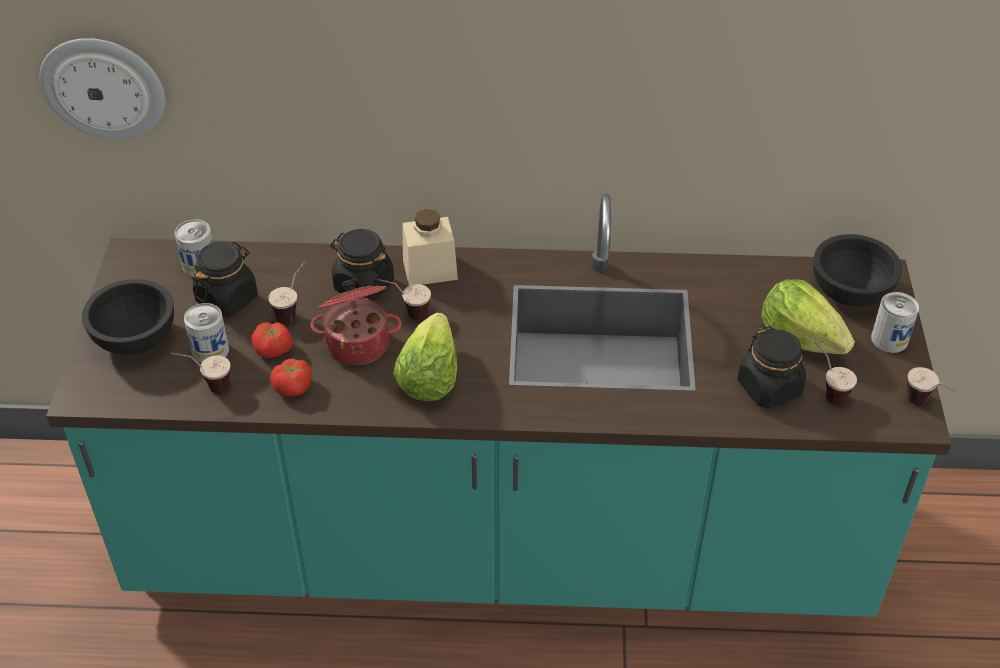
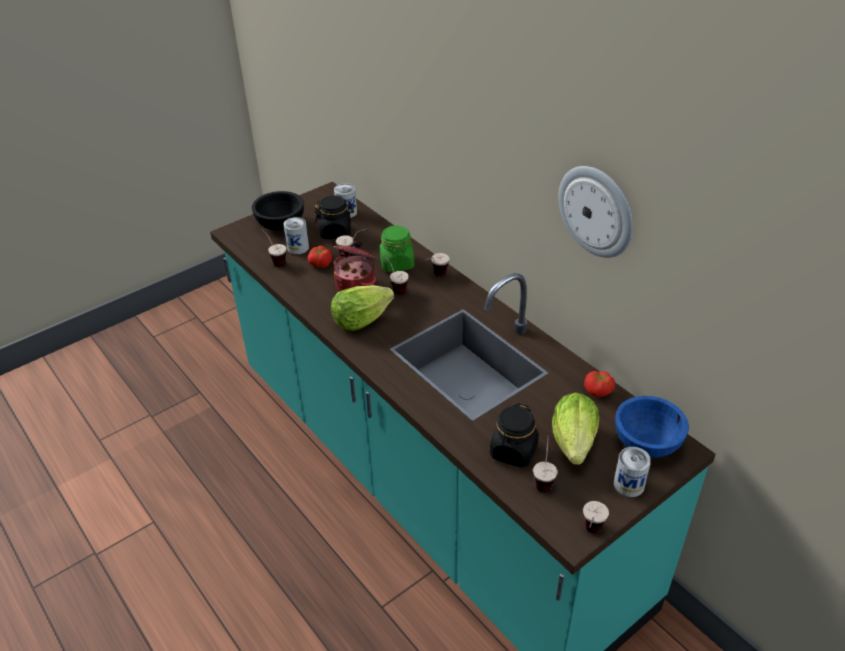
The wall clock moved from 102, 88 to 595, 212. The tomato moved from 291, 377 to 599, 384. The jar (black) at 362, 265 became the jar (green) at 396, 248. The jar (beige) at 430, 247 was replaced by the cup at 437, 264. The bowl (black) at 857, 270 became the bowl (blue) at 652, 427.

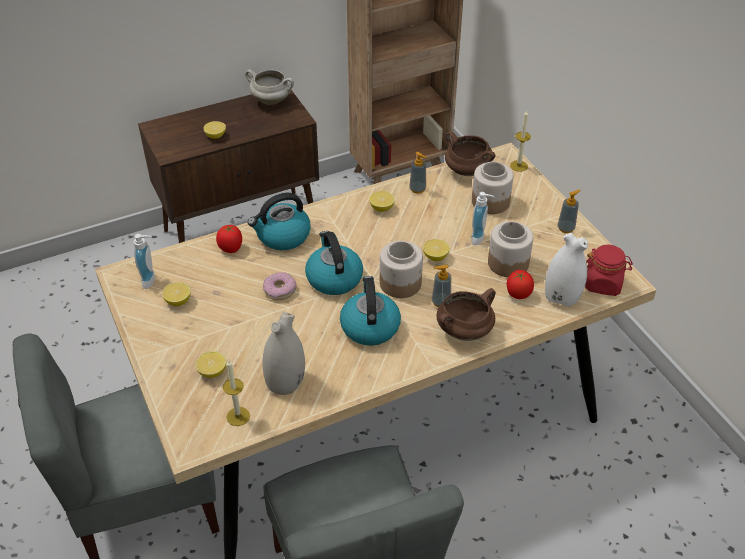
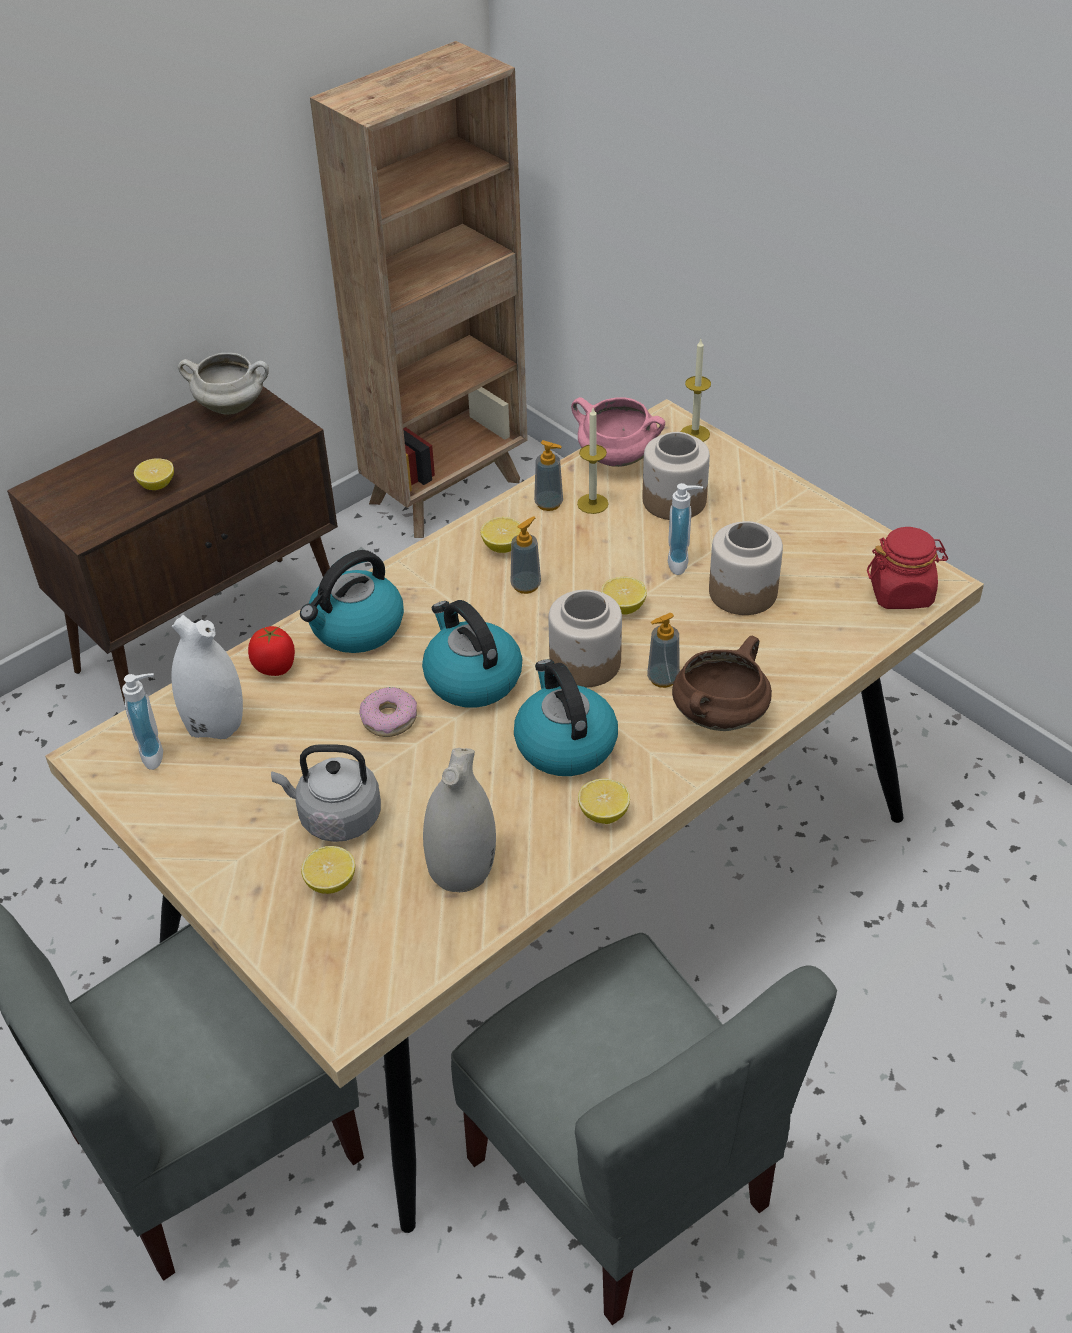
The lemon moved from 176, 294 to 604, 801. The candle moved from 236, 392 to 593, 461. The cooking pot (brown) at 470, 153 became the cooking pot (pink) at 618, 432. The tomato at 520, 284 disappeared. The vase (white) moved from 566, 269 to 207, 677. The soap dispenser moved from 569, 211 to 526, 555. The kettle (grey) at 326, 793 appeared.

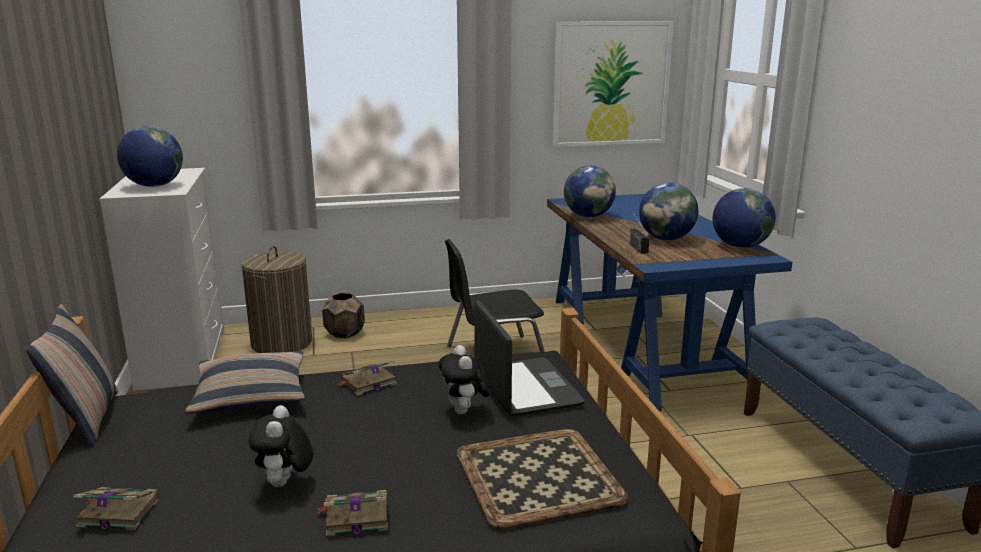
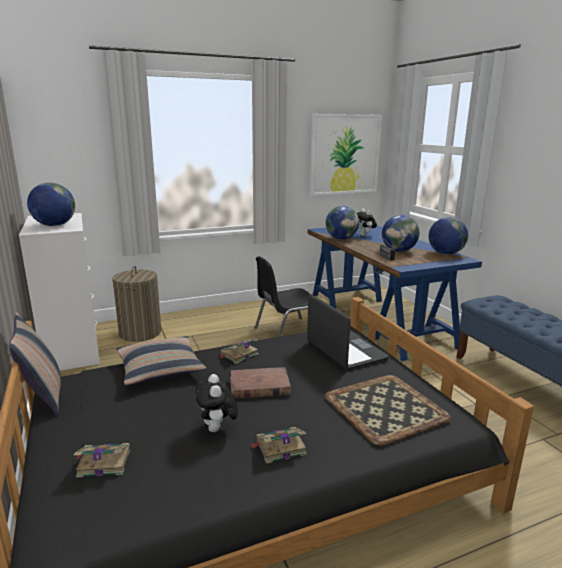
The planter (brown) at 343, 315 disappeared. The plush toy moved from 464, 379 to 367, 222. The book (brown) at 260, 383 appeared.

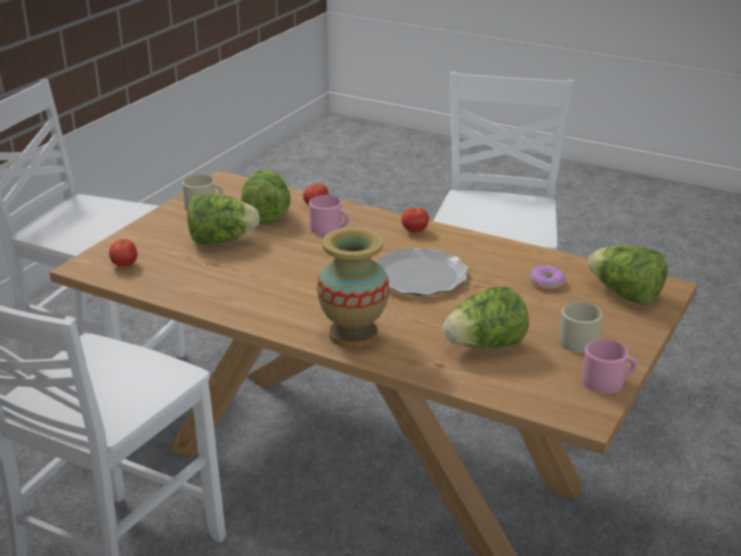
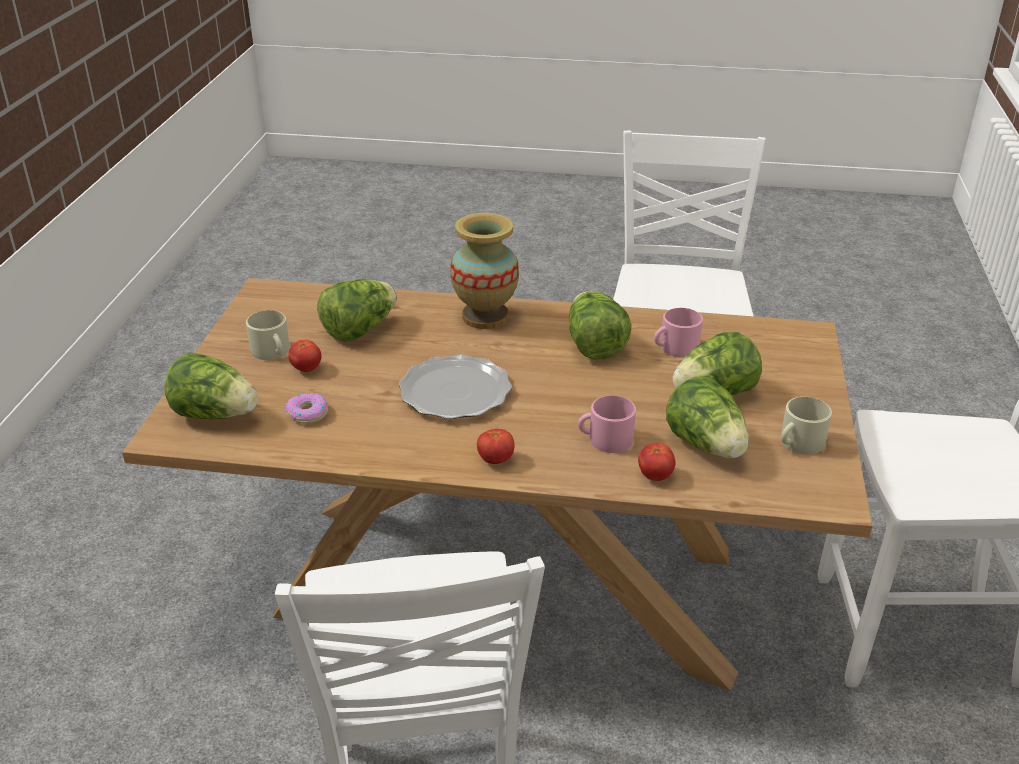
The tomato moved from 123, 253 to 305, 356. The mug (pink) moved from 609, 366 to 678, 333. The lettuce at 600, 325 appeared.

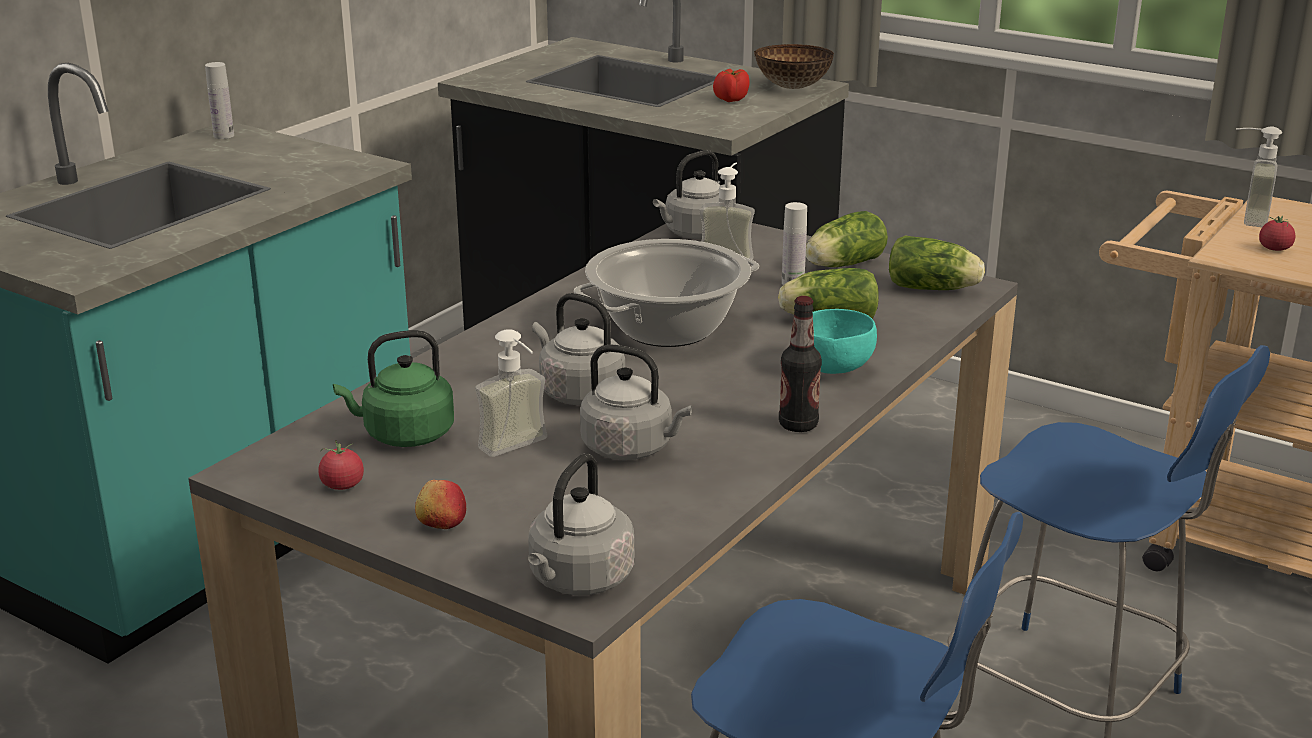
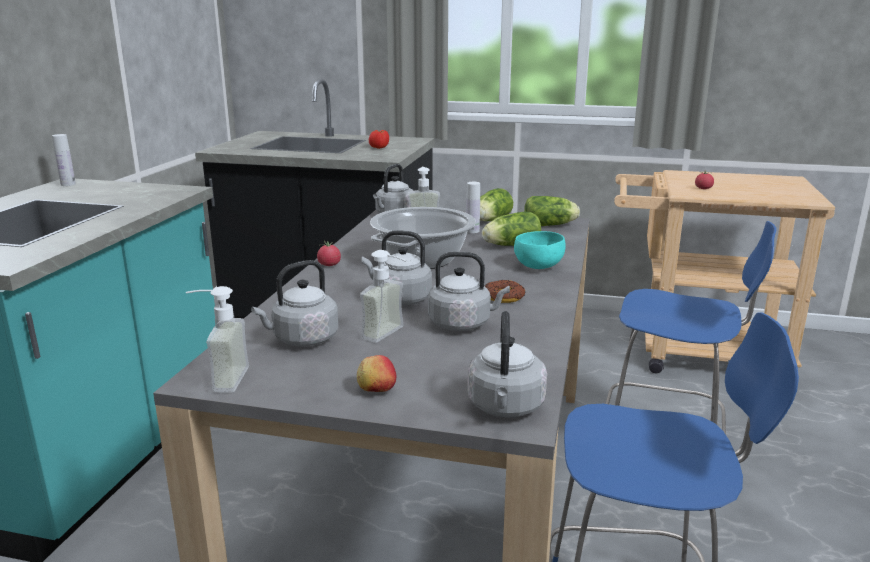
The tomato moved from 341, 465 to 329, 253. The kettle (green) at 393, 388 became the kettle (grey) at 294, 303. The bowl at 794, 66 disappeared. The bottle at 800, 364 disappeared. The soap dispenser moved from 1259, 176 to 217, 339. The donut at 505, 291 appeared.

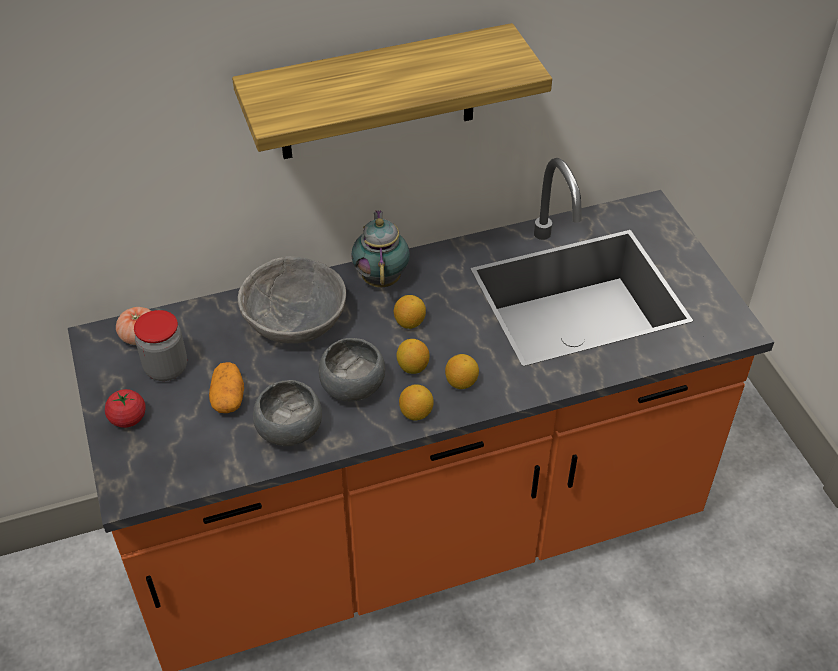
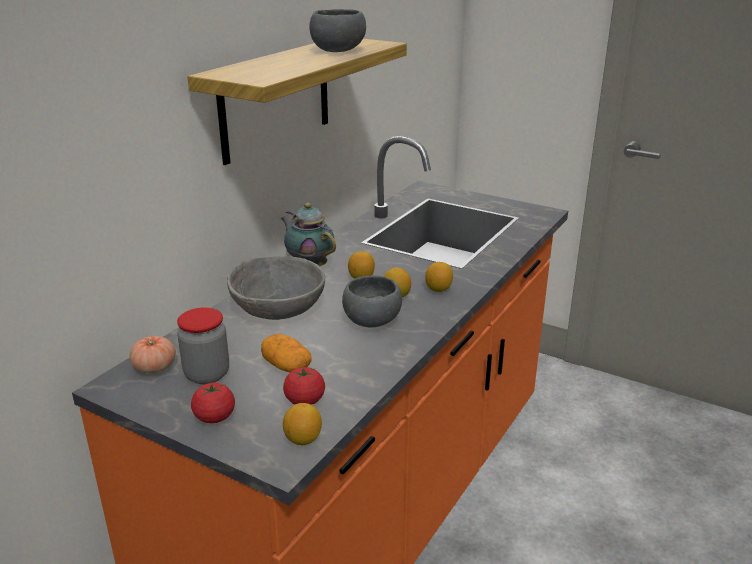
The bowl (grey) moved from 287, 413 to 337, 30. The lemon moved from 416, 402 to 302, 424. The tomato at 304, 386 appeared.

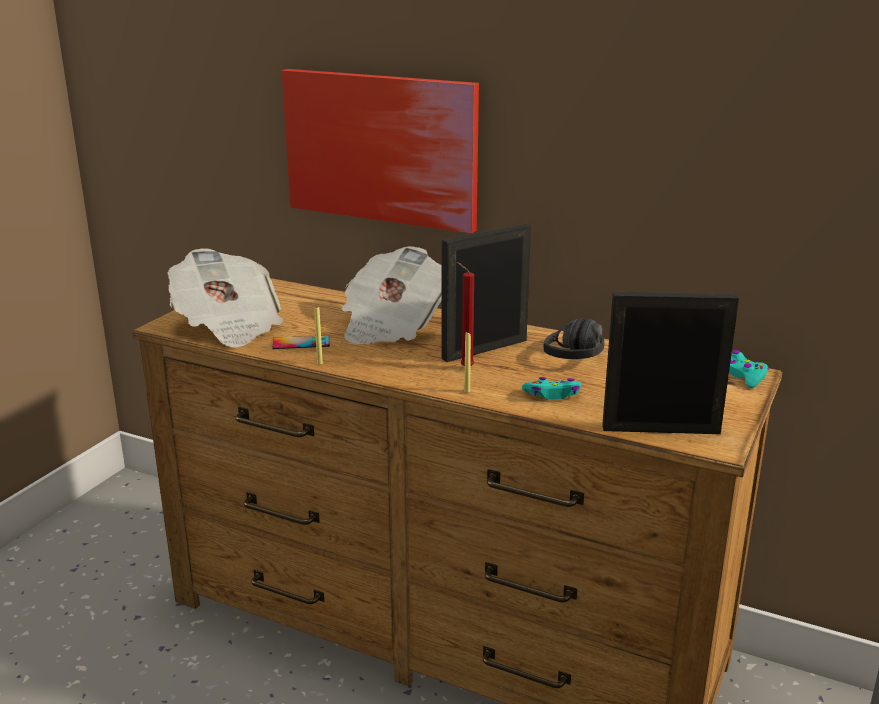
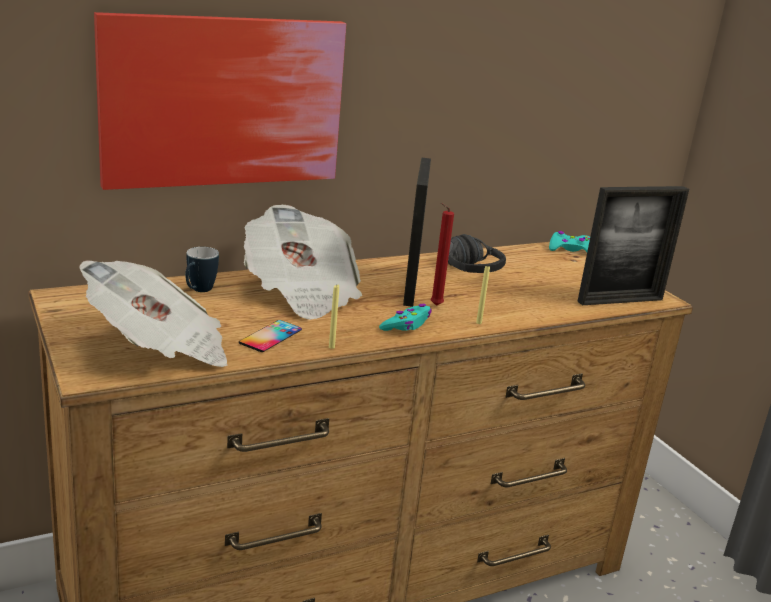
The game controller (turquoise) moved from 552, 388 to 405, 317. The picture frame at 670, 362 turned 150 degrees counterclockwise. The mug at 202, 269 appeared.

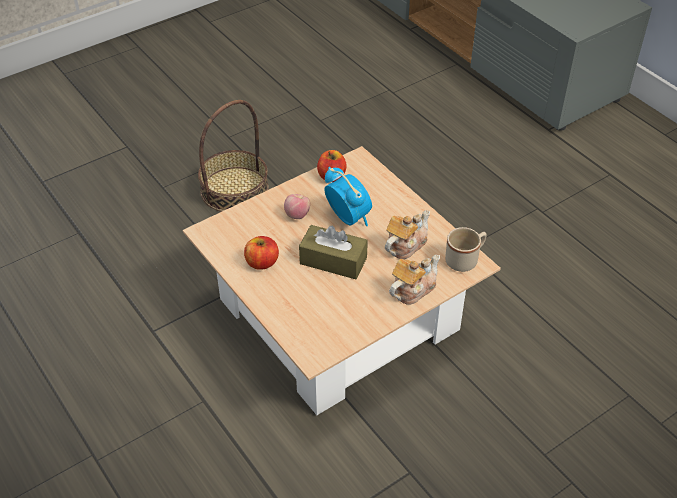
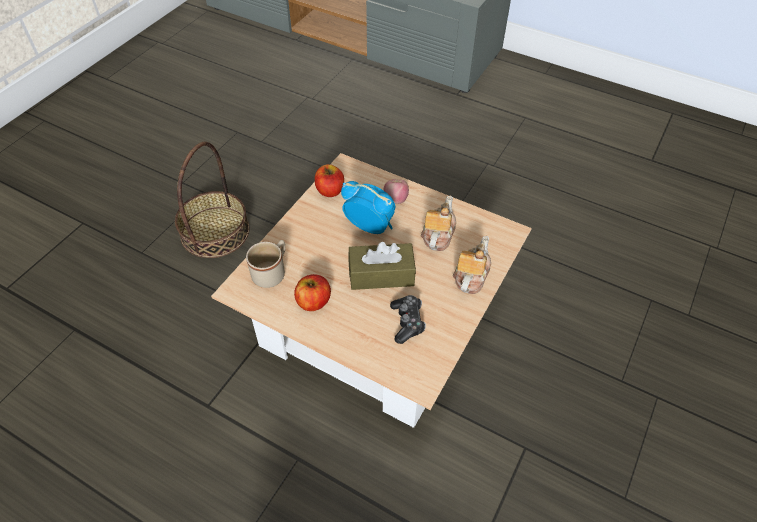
The apple moved from 297, 206 to 396, 191. The mug (beige) moved from 465, 249 to 265, 264. The game controller at 408, 319 appeared.

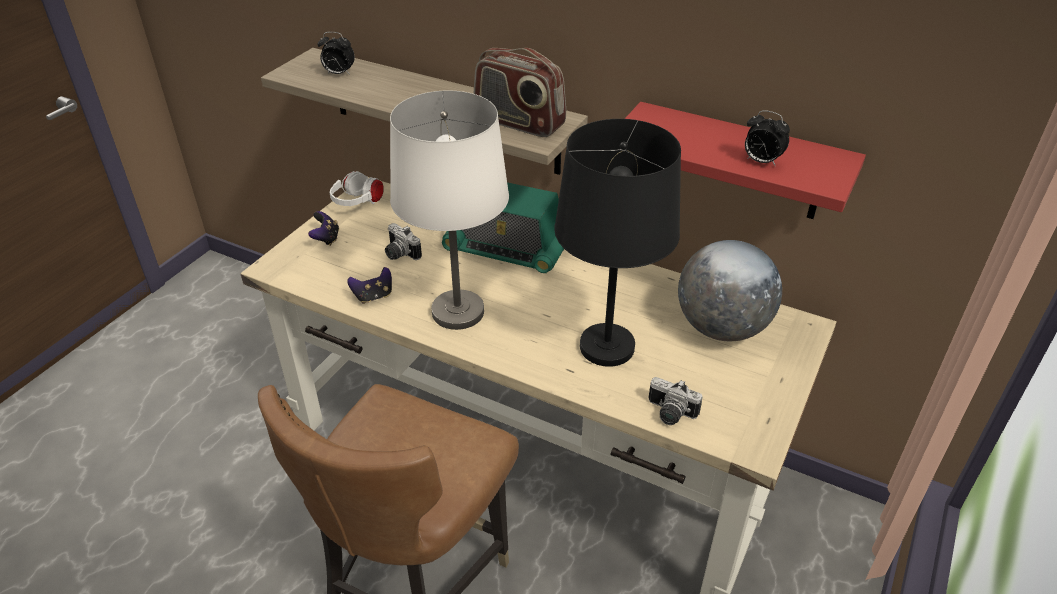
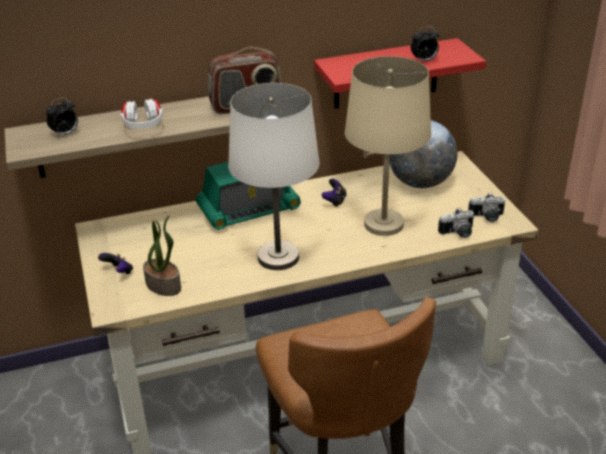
The headphones (white) moved from 357, 188 to 141, 114. The game controller moved from 369, 285 to 334, 193. The photo camera moved from 403, 241 to 486, 207. The table lamp (black) at 617, 243 became the table lamp (beige) at 388, 146. The potted plant at 162, 255 appeared.

